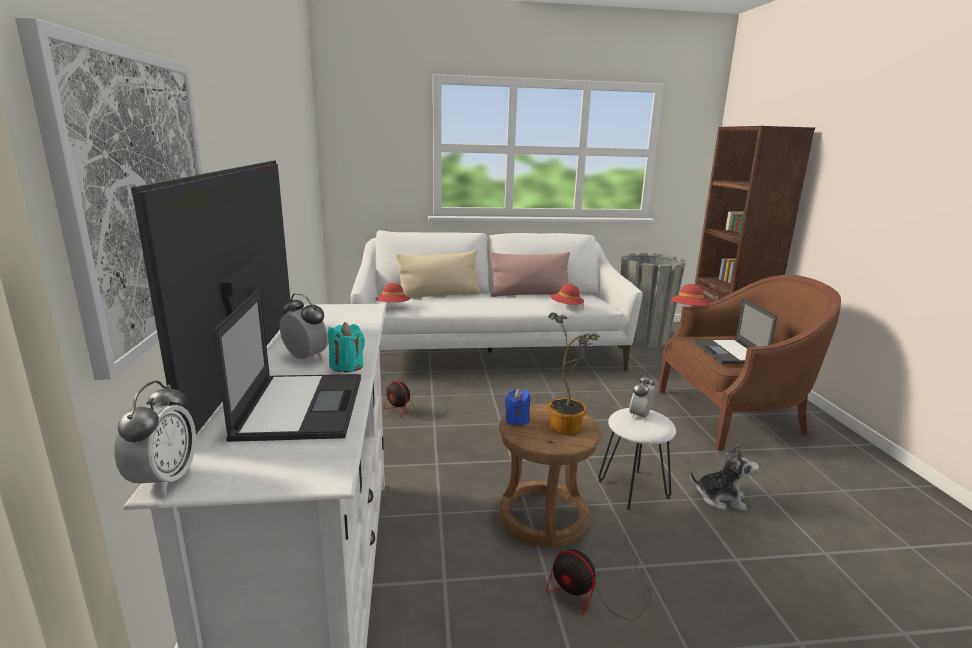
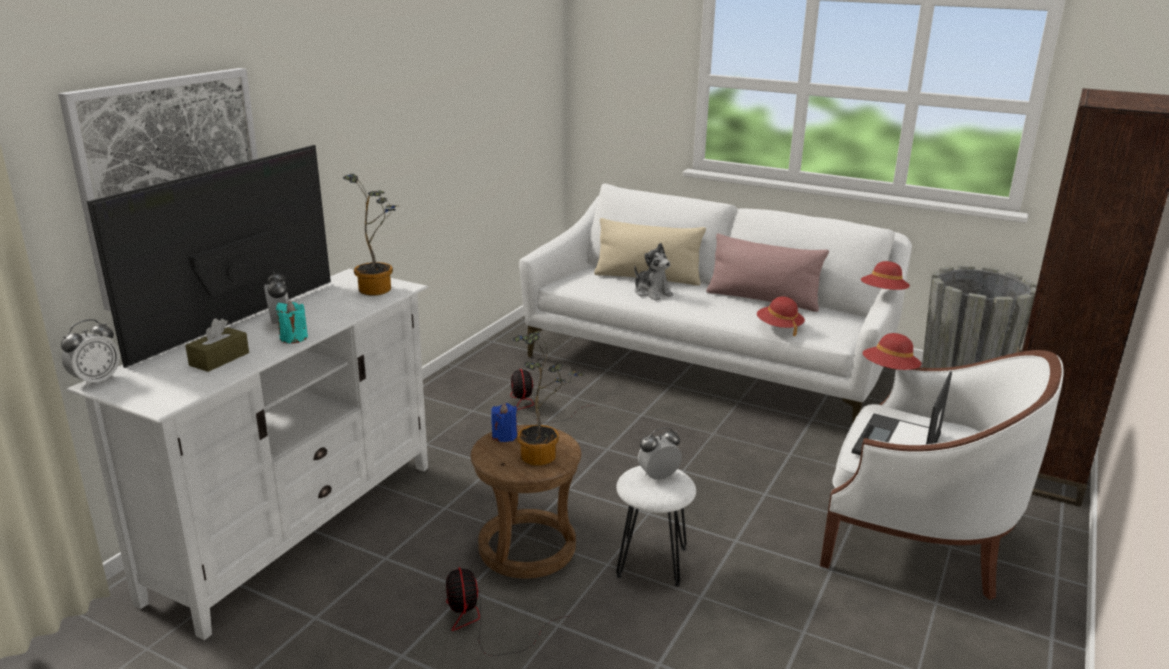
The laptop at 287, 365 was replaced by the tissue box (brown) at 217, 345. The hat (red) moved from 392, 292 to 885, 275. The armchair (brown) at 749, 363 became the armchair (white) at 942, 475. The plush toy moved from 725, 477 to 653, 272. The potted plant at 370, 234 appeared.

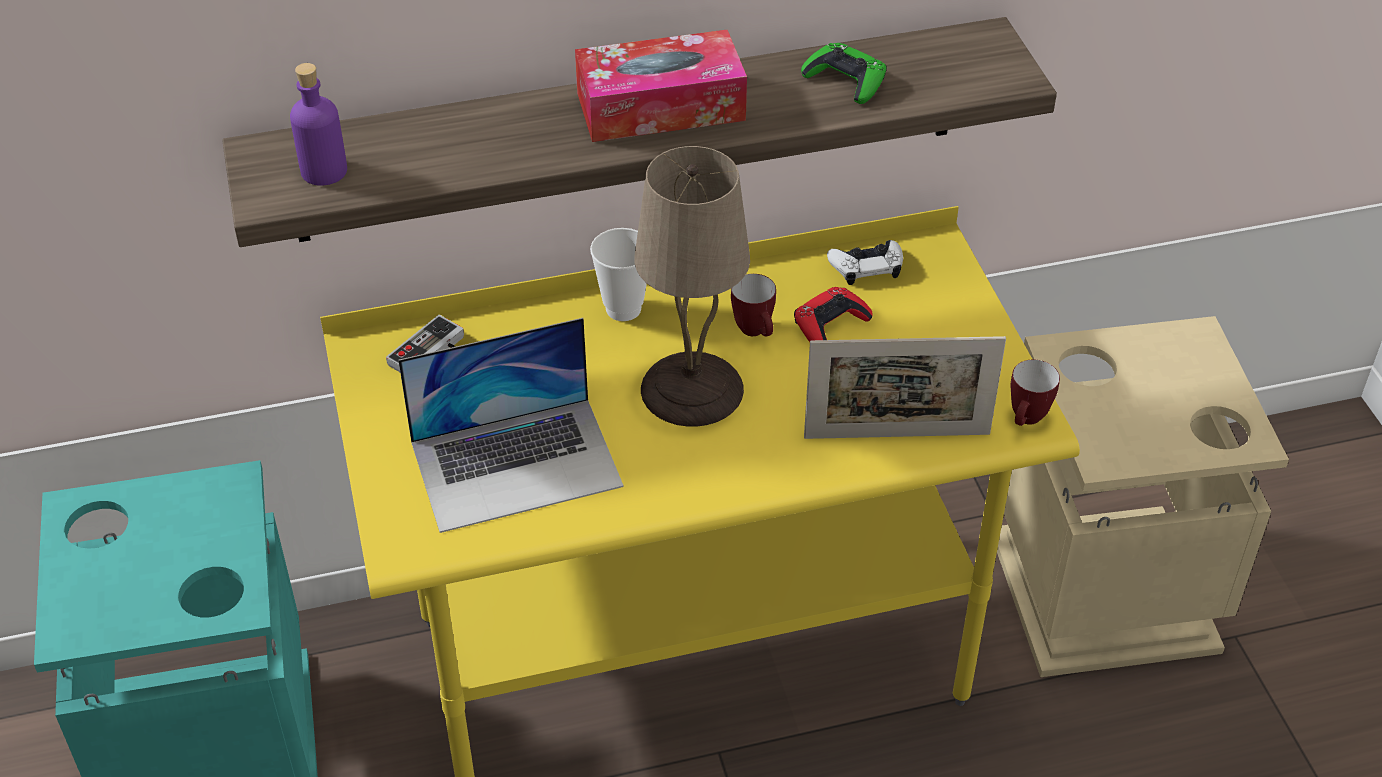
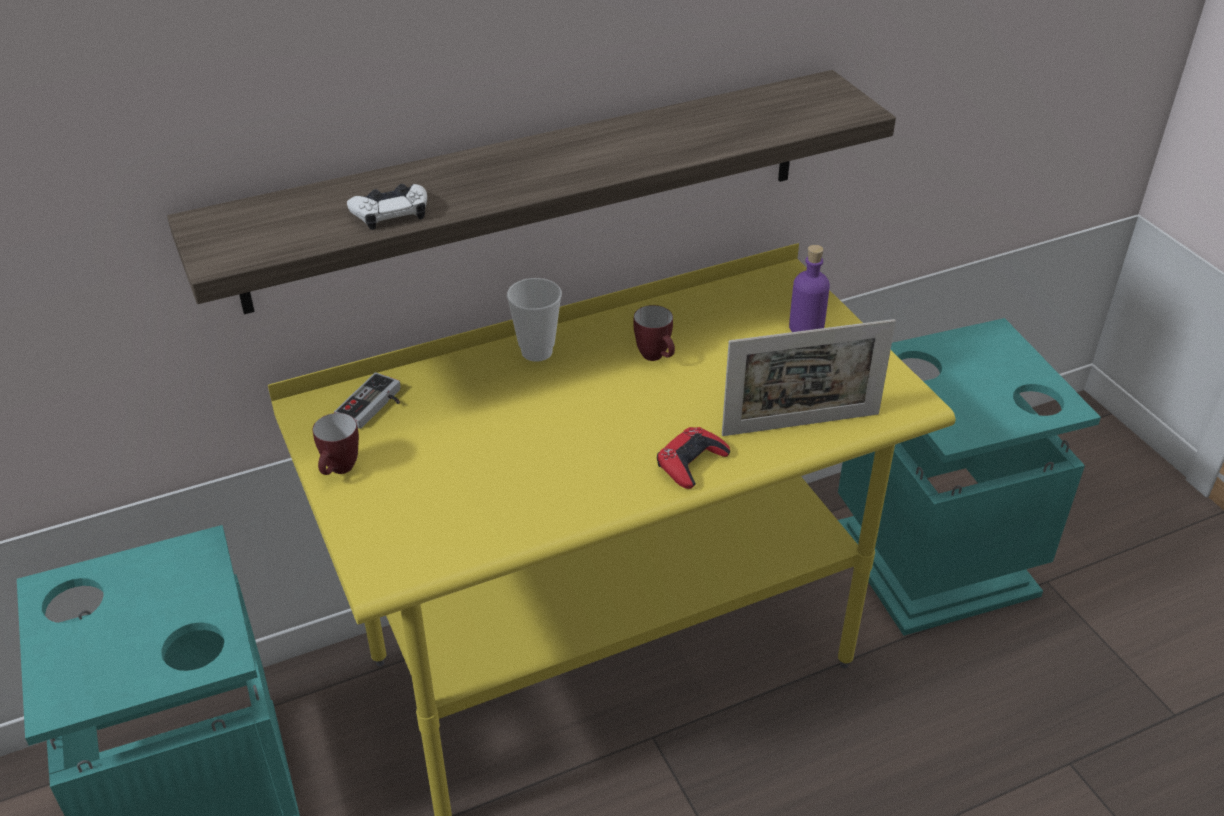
The bottle (purple) moved from 318, 124 to 809, 288. The laptop at 511, 425 disappeared. The tissue box at 661, 86 disappeared. The table lamp (beige) at 692, 286 disappeared. The game controller (red) moved from 833, 314 to 693, 458. The game controller (green) at 844, 73 disappeared. The game controller (white) moved from 865, 262 to 387, 207. The trash can (beige) at 1143, 496 became the trash can (turquoise) at 969, 477. The mug moved from 1035, 393 to 336, 444.

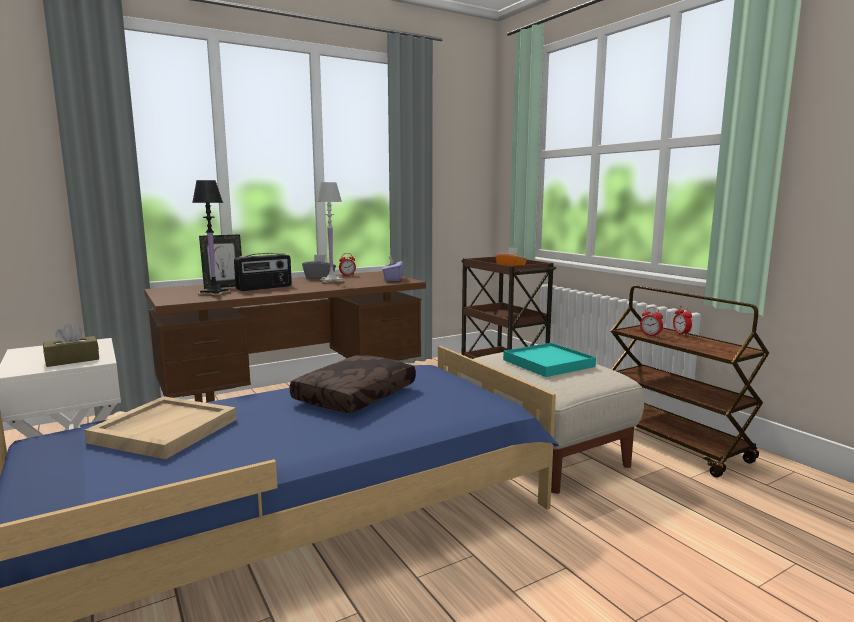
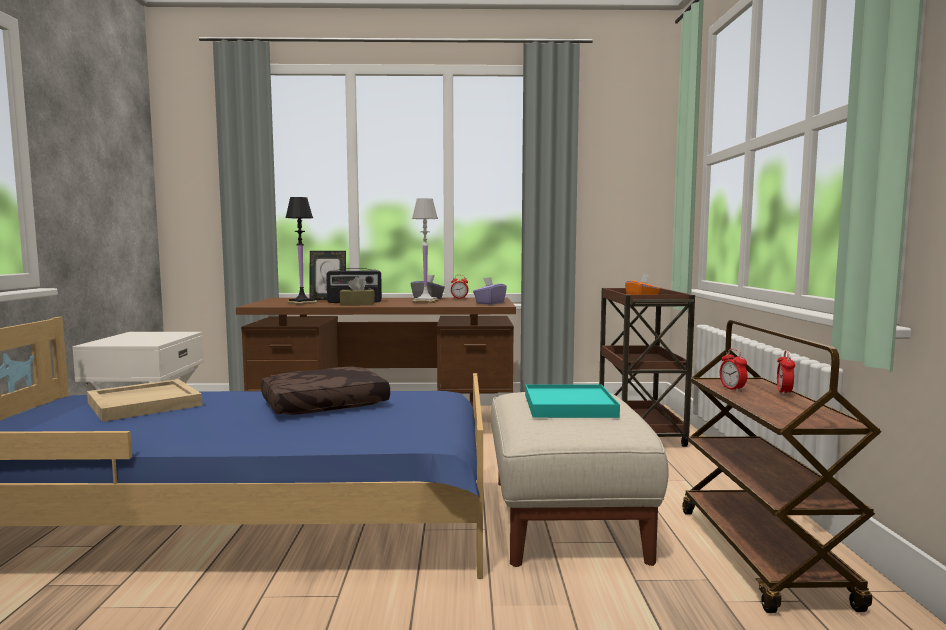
The tissue box (brown) moved from 71, 345 to 357, 291.

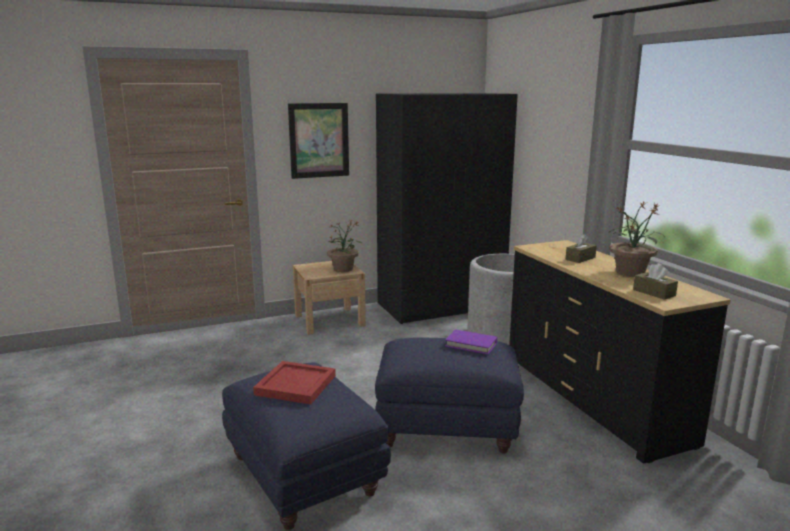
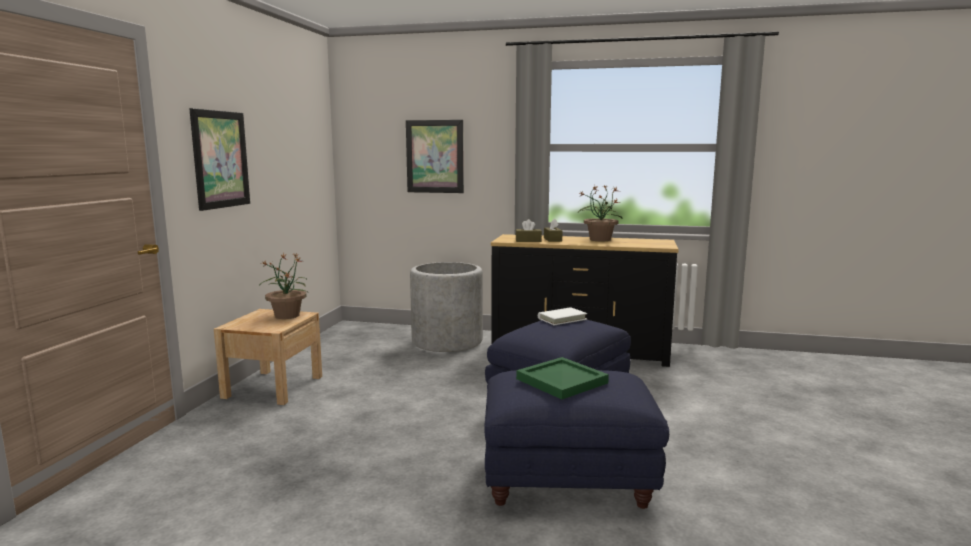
The tray (red) at 294, 382 became the tray (green) at 562, 378. The wardrobe (black) at 447, 208 disappeared. The book (purple) at 471, 342 became the book (white) at 562, 316. The tissue box (brown) moved from 655, 281 to 529, 230. The picture at 435, 156 appeared.

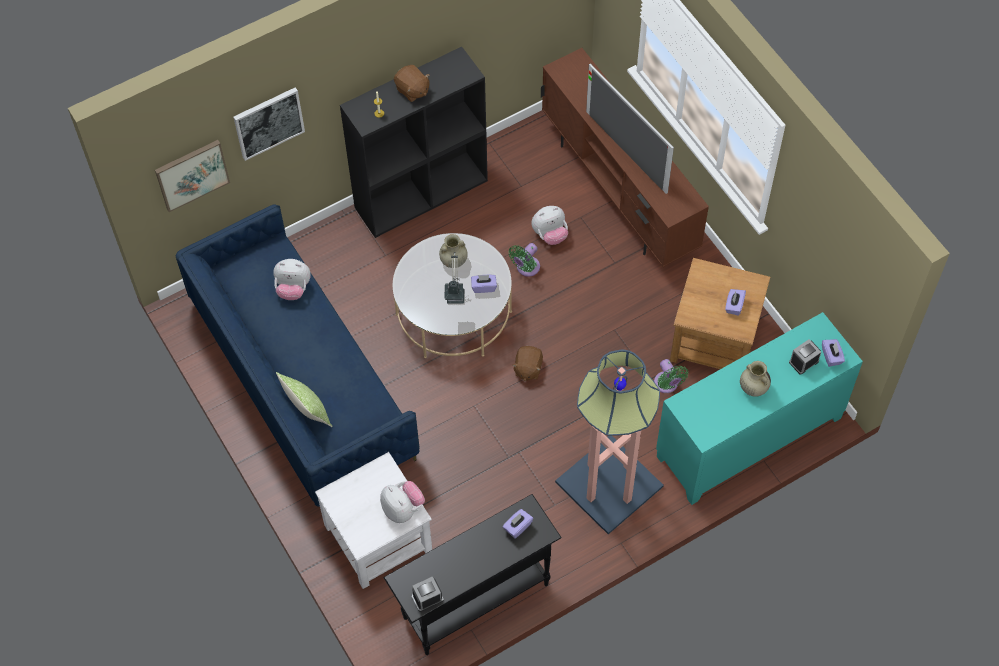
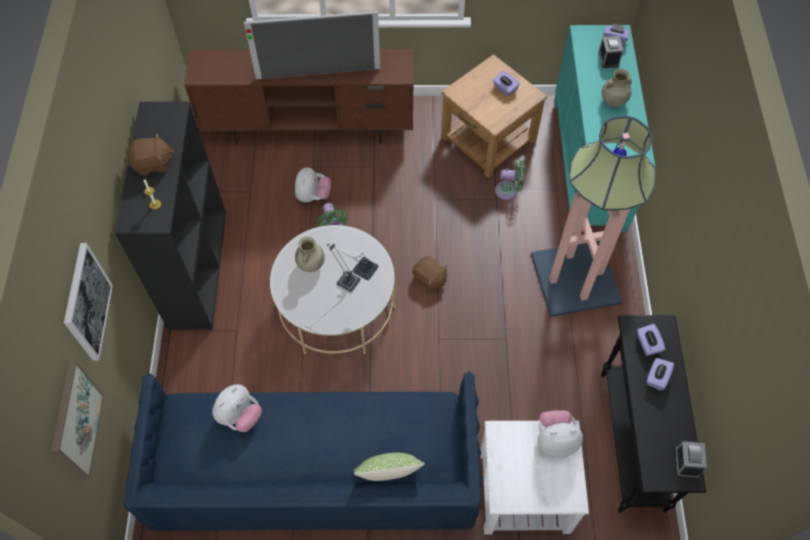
The tissue box (purple) moved from 484, 284 to 660, 374.

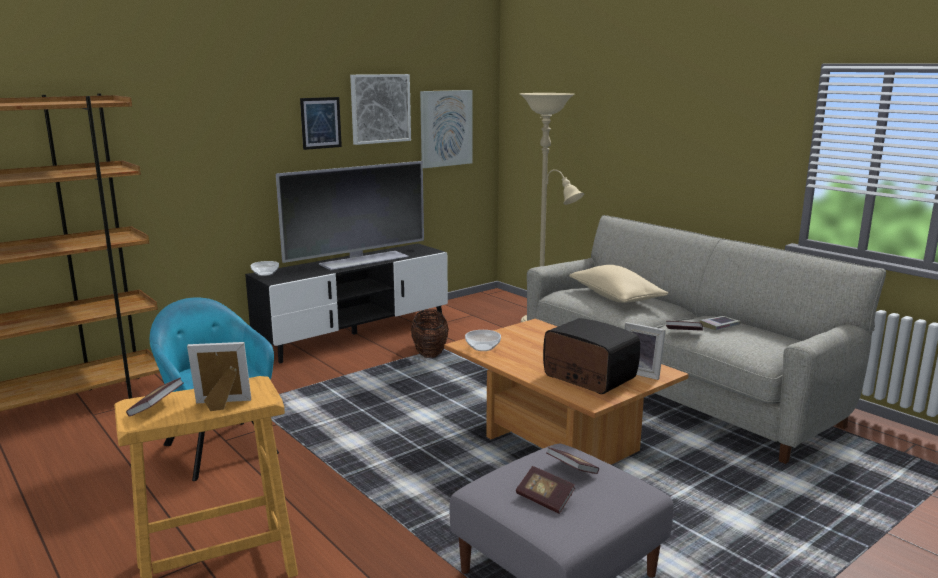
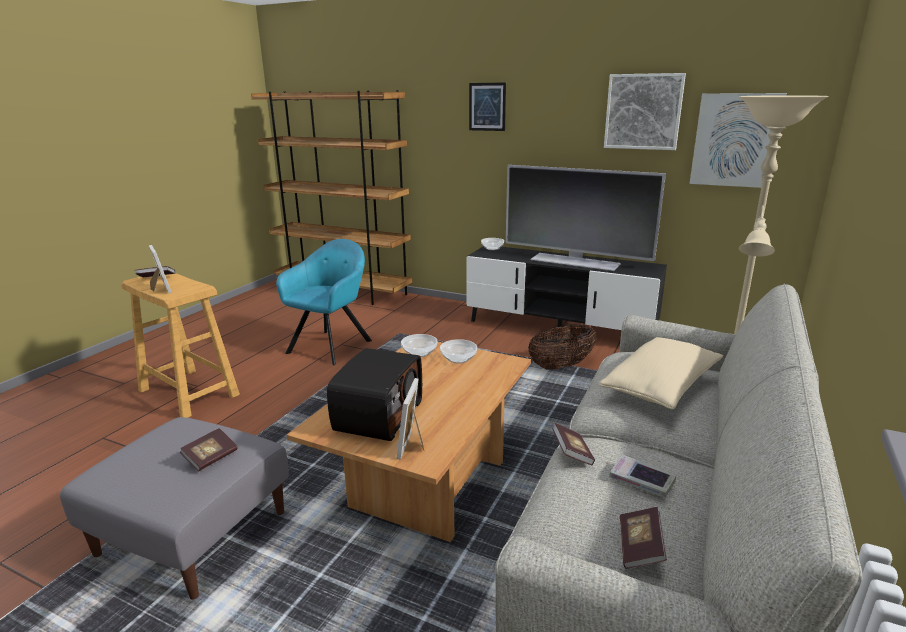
The picture moved from 321, 123 to 487, 106. The book moved from 545, 490 to 643, 538. The bowl at 458, 351 appeared.

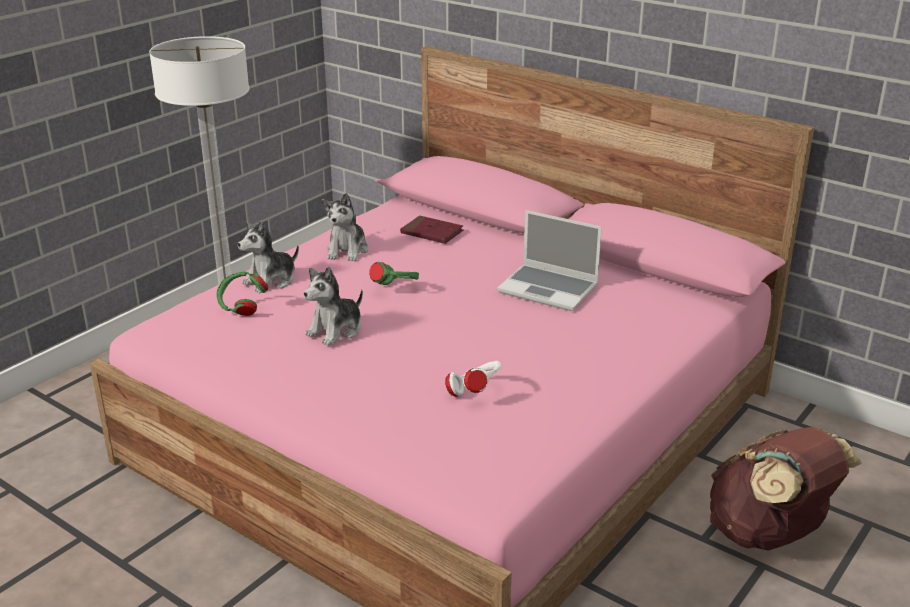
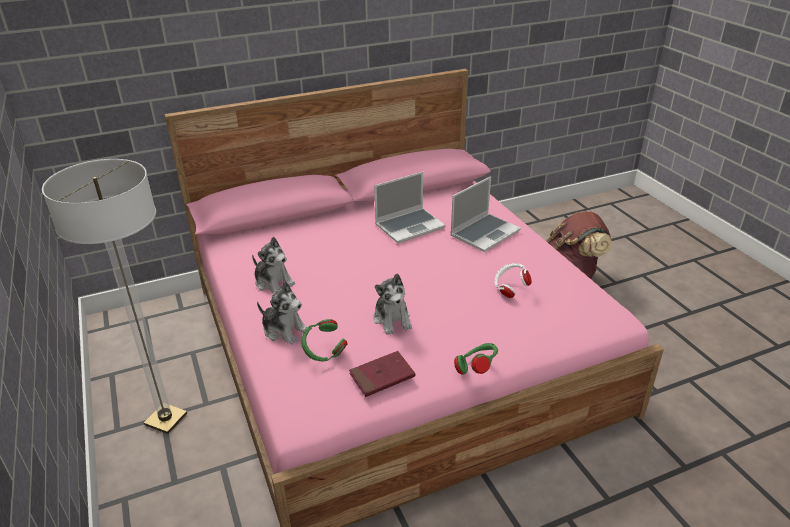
The plush toy at 268, 257 turned 45 degrees counterclockwise. The headphones (green) moved from 394, 273 to 476, 359. The book (red) moved from 432, 230 to 382, 374. The laptop at 485, 214 appeared.

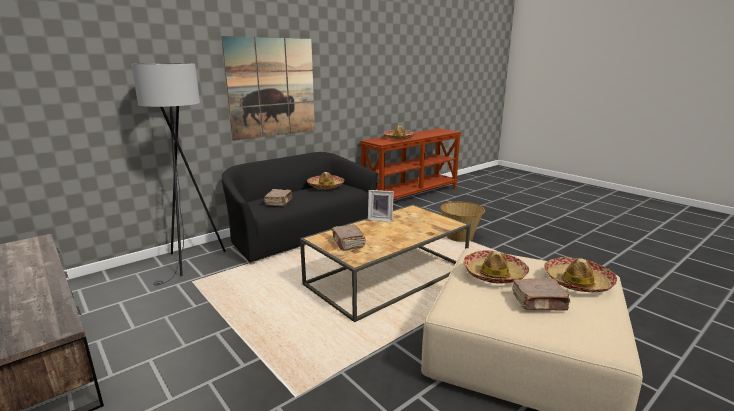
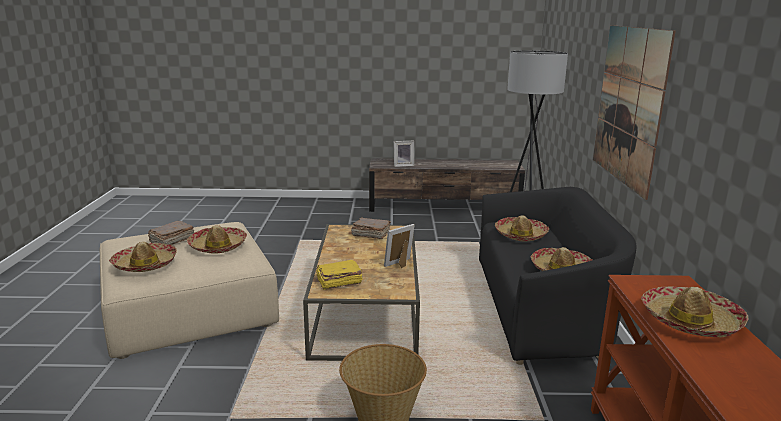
The book (brown) at 278, 197 was replaced by the hat at 522, 228. The book (yellow) at 339, 275 appeared. The picture frame at 404, 154 appeared.

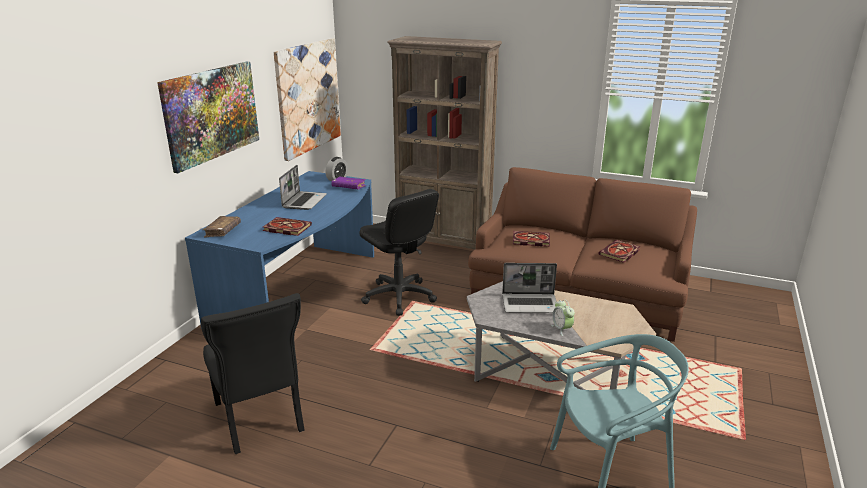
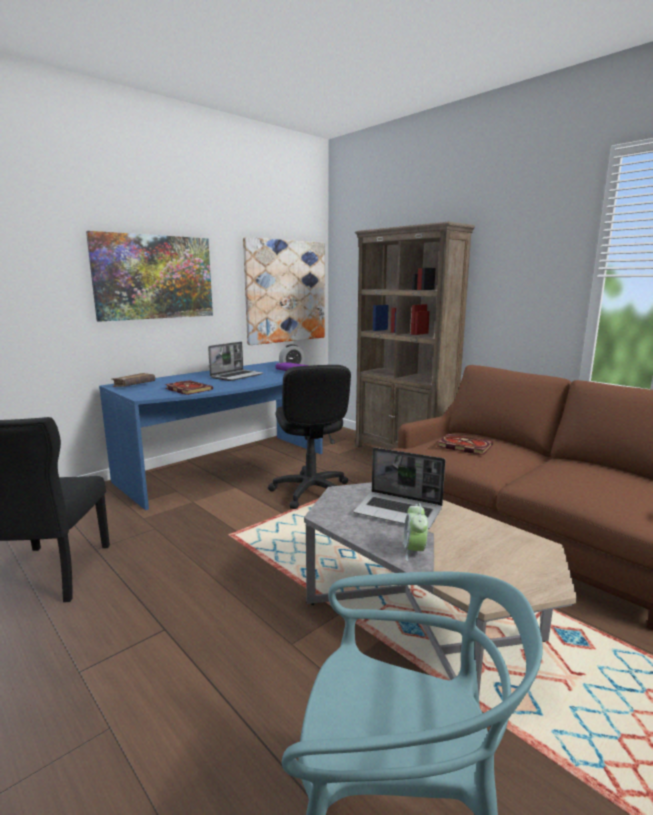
The book at 619, 251 disappeared.

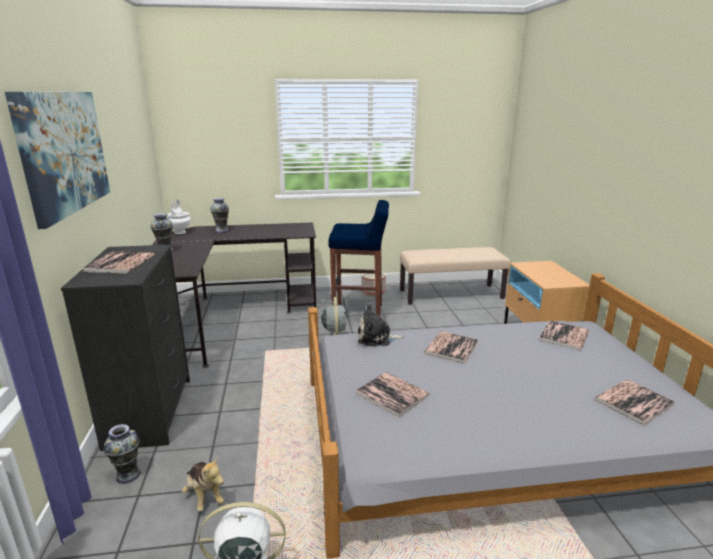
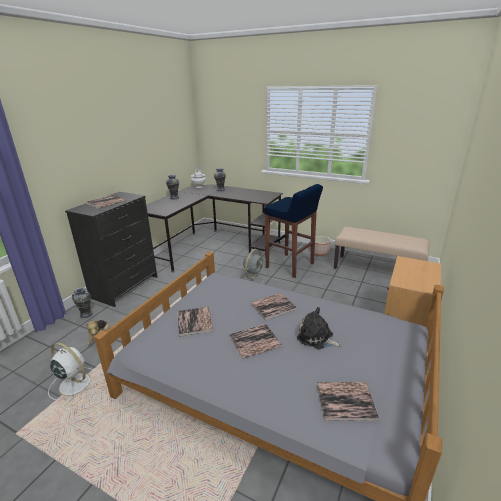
The picture at 57, 160 disappeared. The plush toy moved from 381, 325 to 319, 328. The book moved from 564, 335 to 255, 341.

